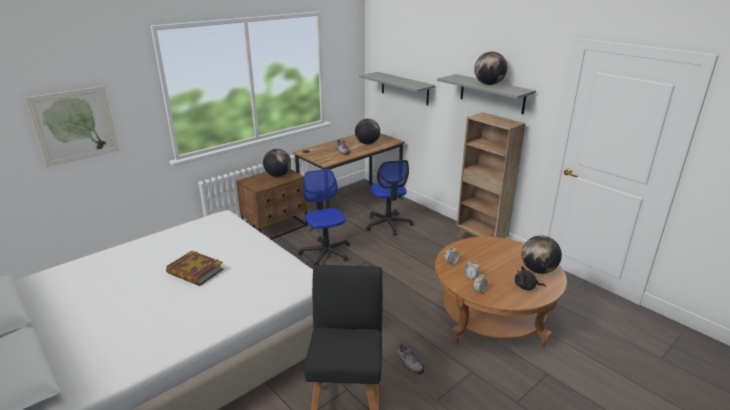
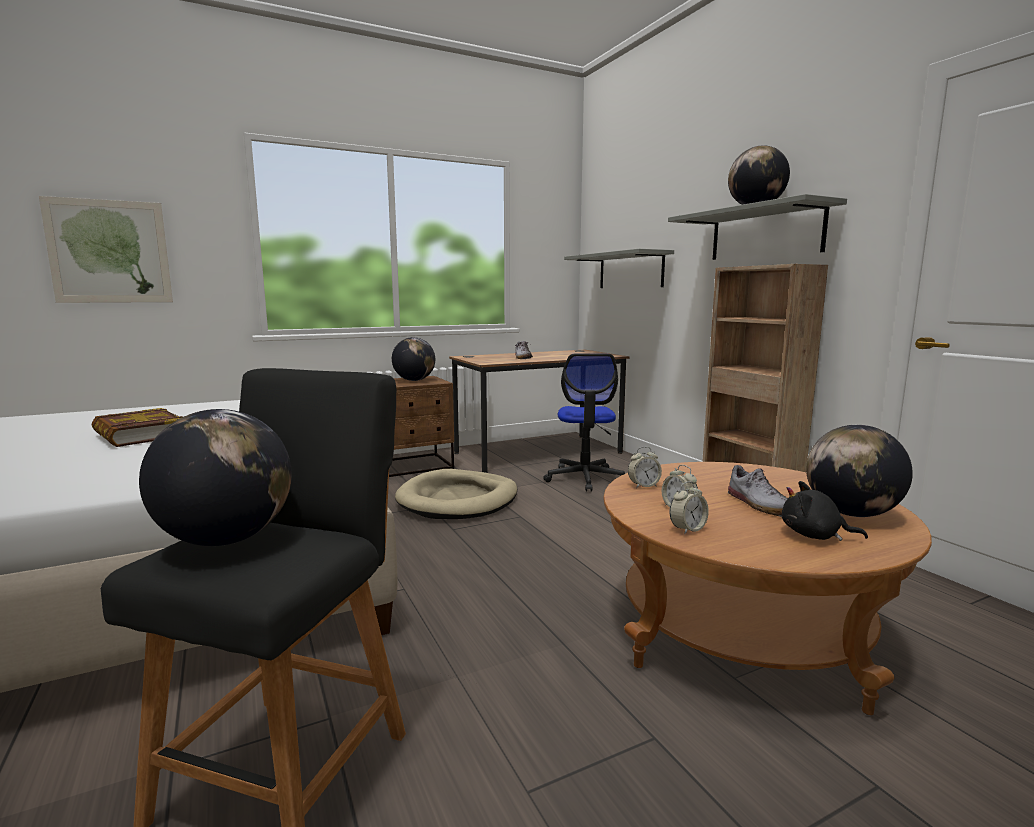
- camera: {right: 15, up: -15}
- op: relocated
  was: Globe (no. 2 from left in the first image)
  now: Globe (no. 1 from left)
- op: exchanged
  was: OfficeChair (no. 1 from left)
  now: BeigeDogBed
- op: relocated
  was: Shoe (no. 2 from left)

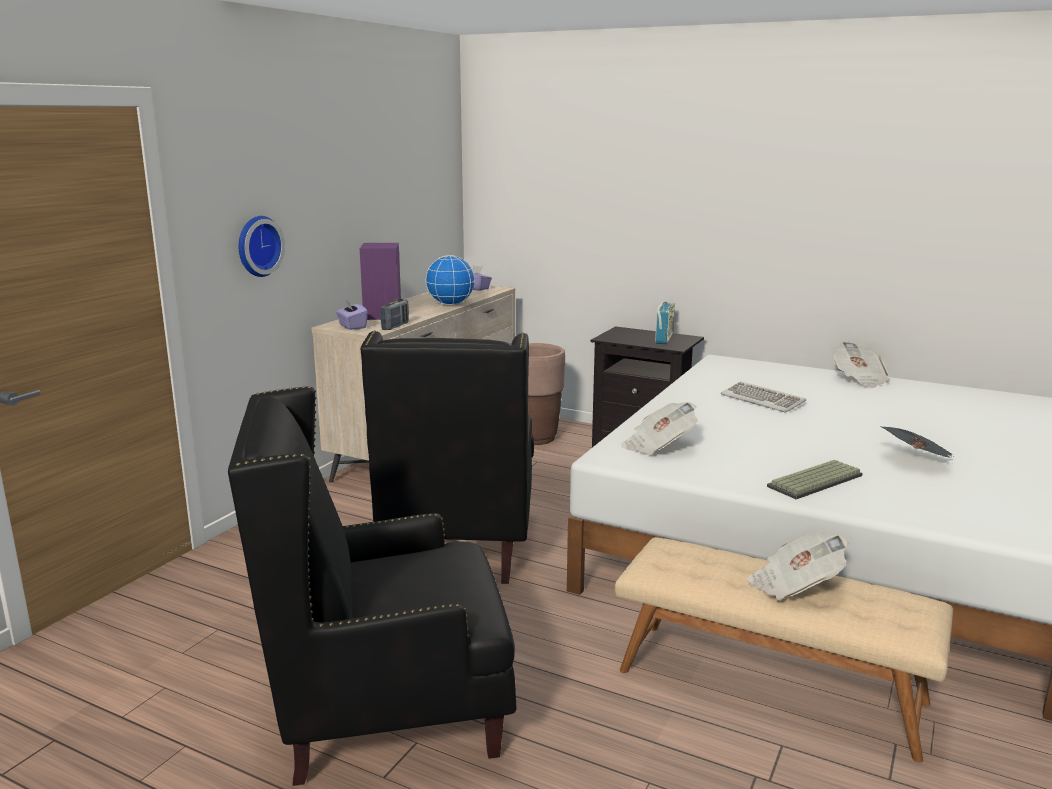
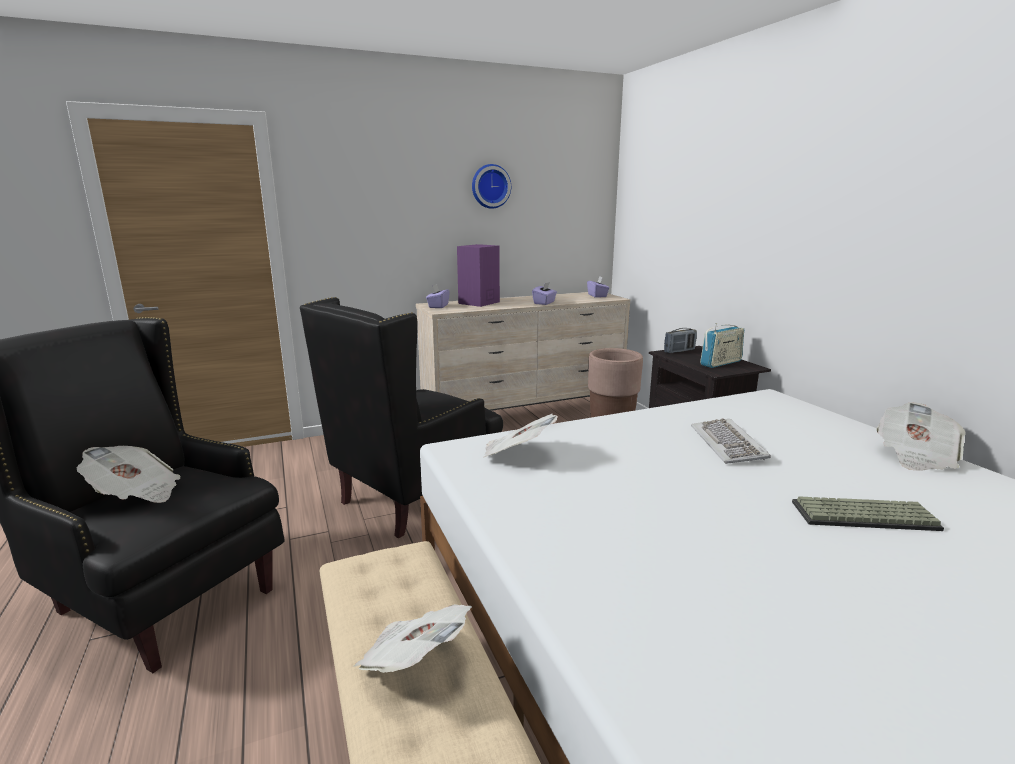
- camera: {right: 40, up: 0}
- op: relocated
  was: WallClock
- op: exchanged
  was: Globe
  now: PurpleTissueBox (no. 2 from left)
- op: relocated
  was: Radio (no. 1 from left)
- op: relocated
  was: Newspaper (no. 4 from left in the first image)
  now: Newspaper (no. 1 from left)
- op: relocated
  was: Keyboard (no. 2 from left)

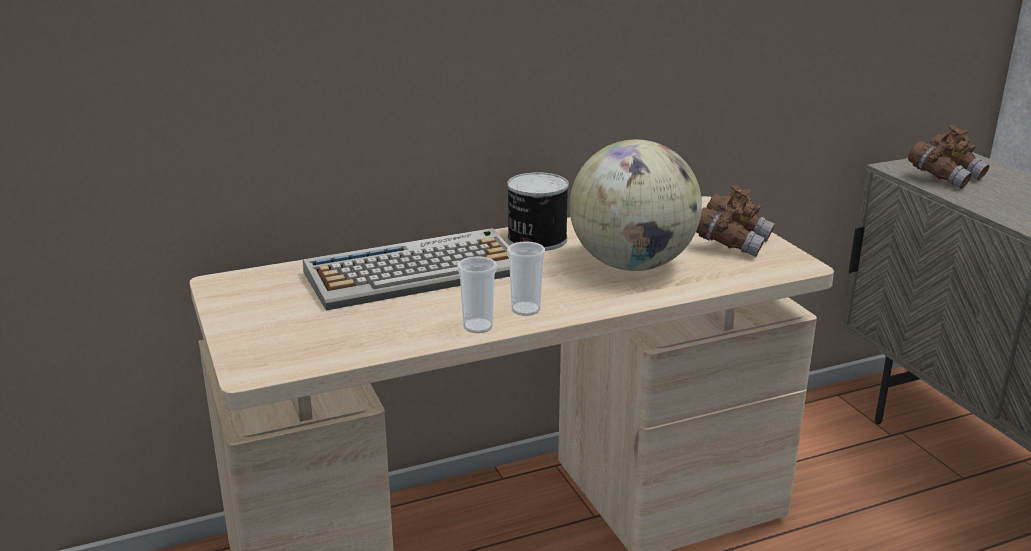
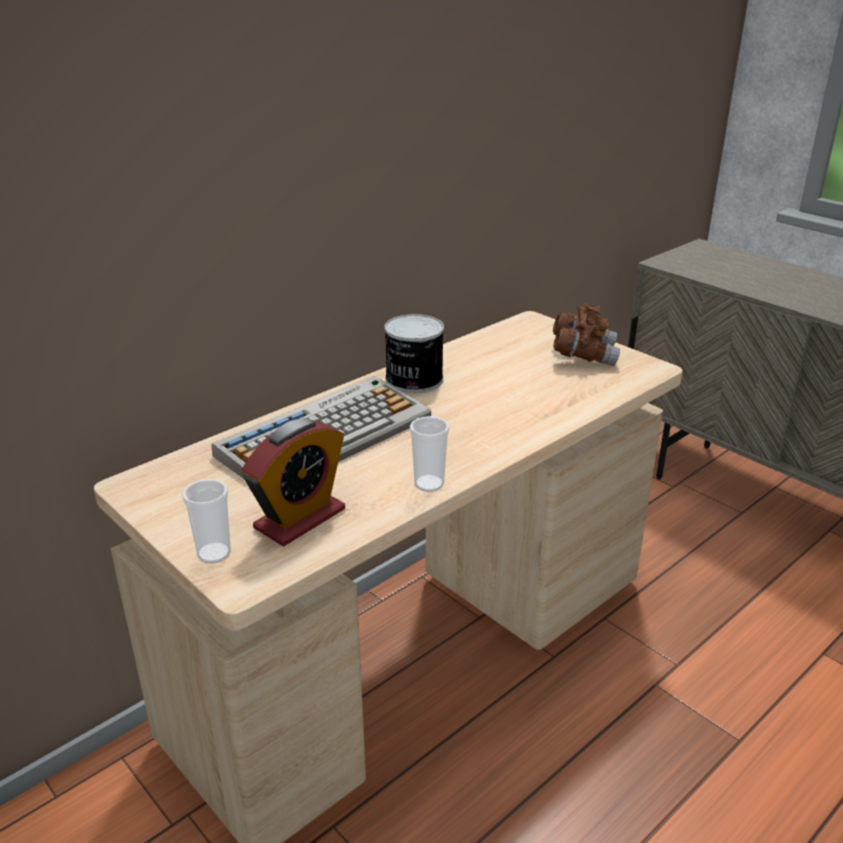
- camera: {right: -20, up: 5}
- op: missing
  was: BrownBinoculars (no. 2 from left)
- op: missing
  was: Globe
- op: relocated
  was: Cup (no. 2 from left in the first image)
  now: Cup (no. 1 from left)
- op: appeared
  now: AlarmClock

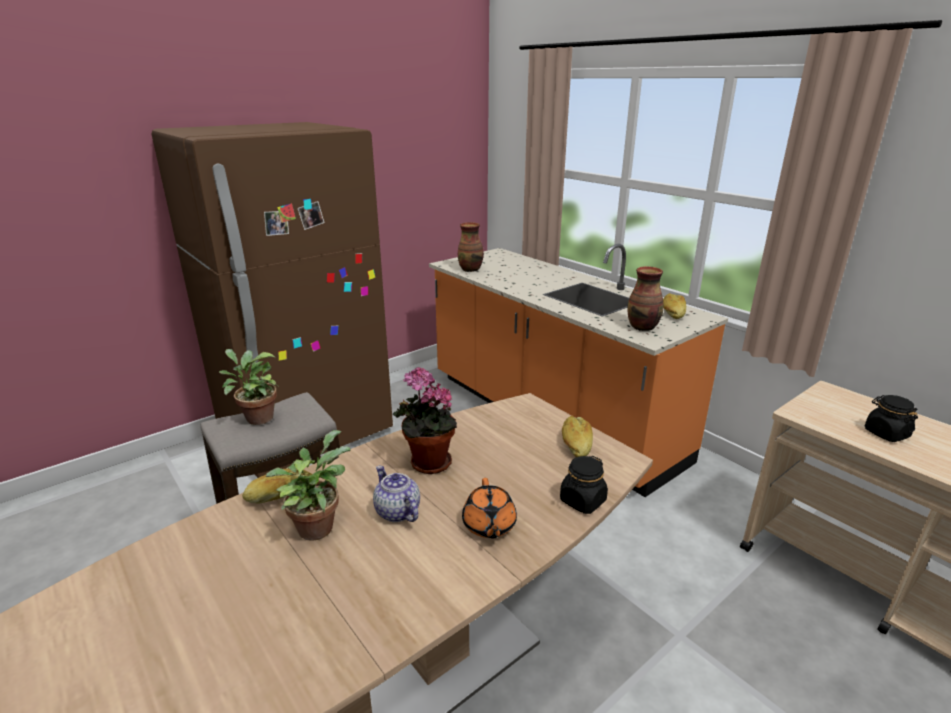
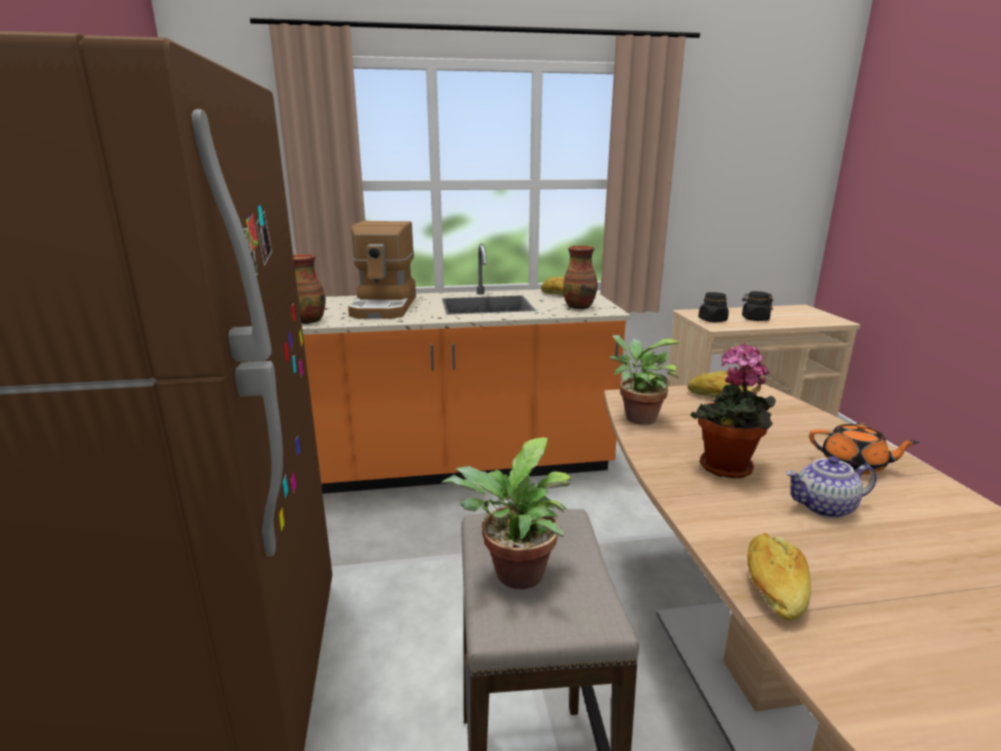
- camera: {right: -60, up: -5}
- op: relocated
  was: PottedPlant (no. 2 from left)
- op: relocated
  was: BlackJar (no. 1 from left)
- op: appeared
  now: CoffeeMachine

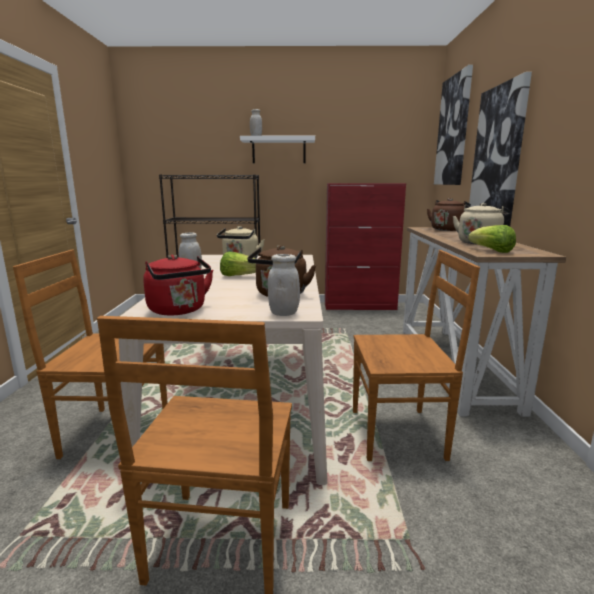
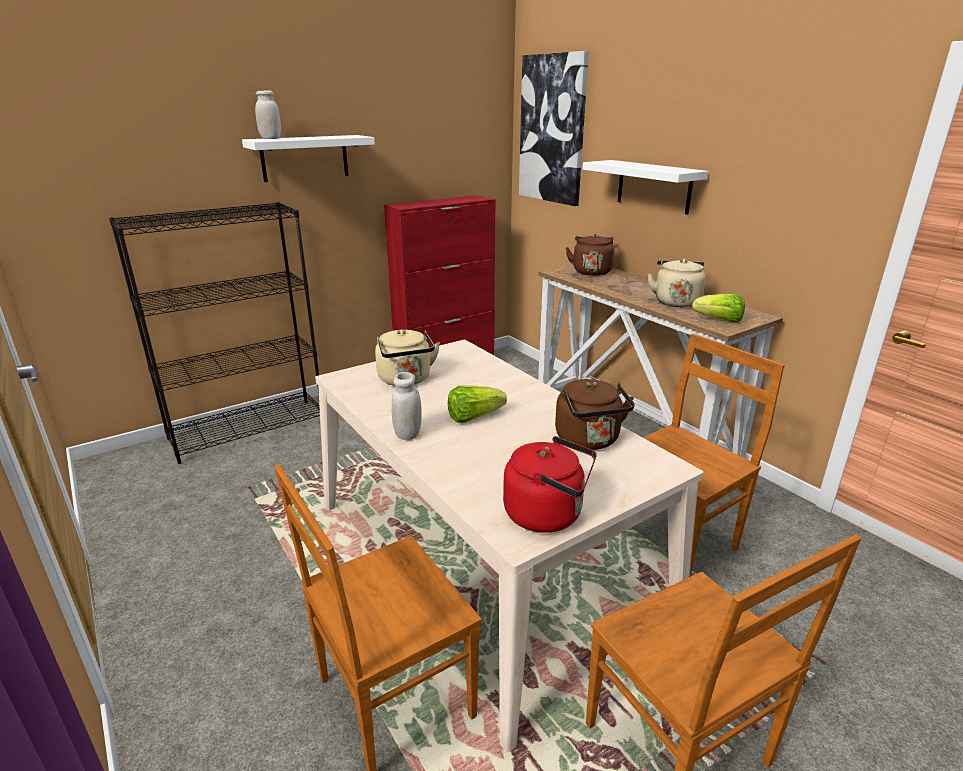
- camera: {right: -35, up: 10}
- op: exchanged
  was: Picture (no. 2 from left)
  now: WhiteShelf (no. 2 from left)
- op: missing
  was: WhiteJar (no. 3 from left)

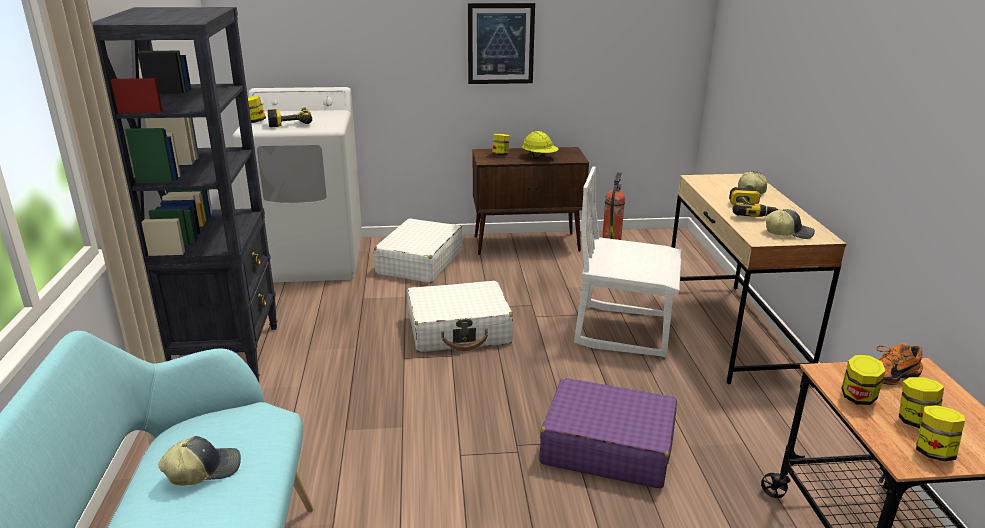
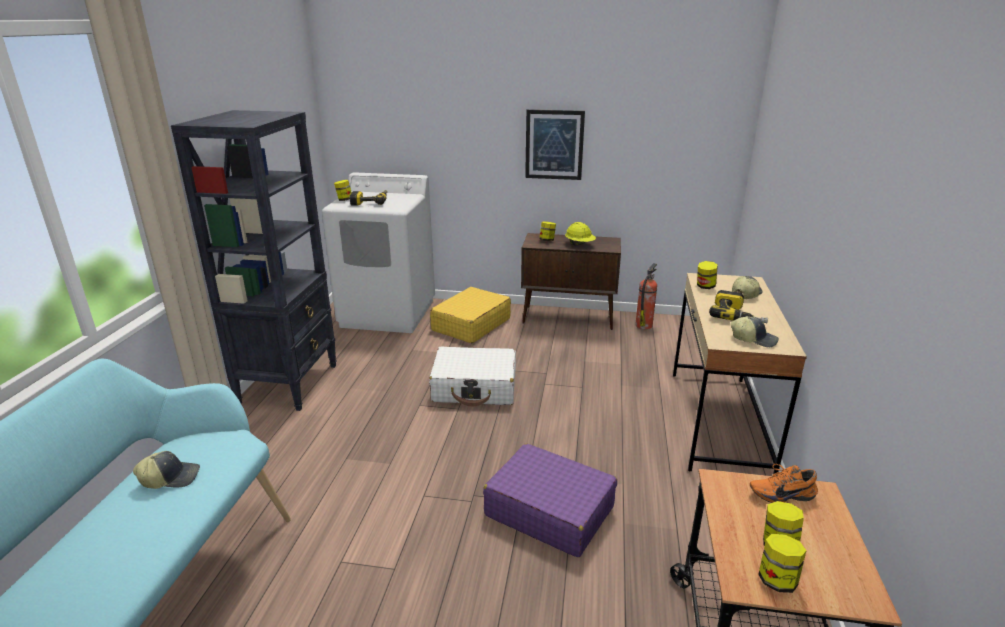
- camera: {right: 15, up: 0}
- op: missing
  was: WhiteChair
- op: colour
  was: WhiteSuitcase (no. 1 from left)
  now: YellowSuitcase
- op: relocated
  was: Jar (no. 3 from left)

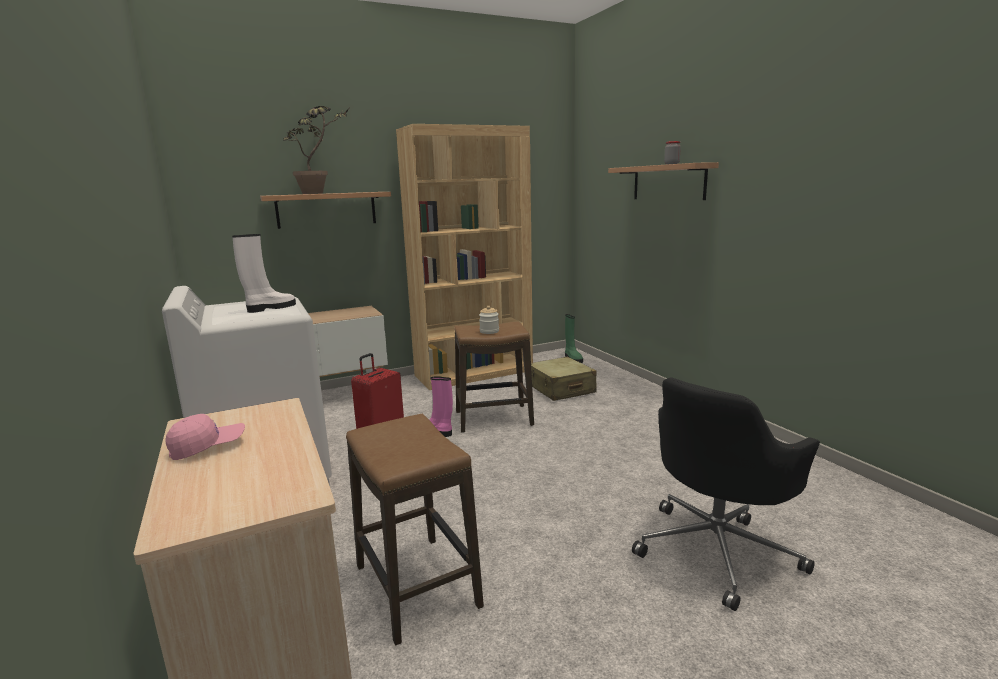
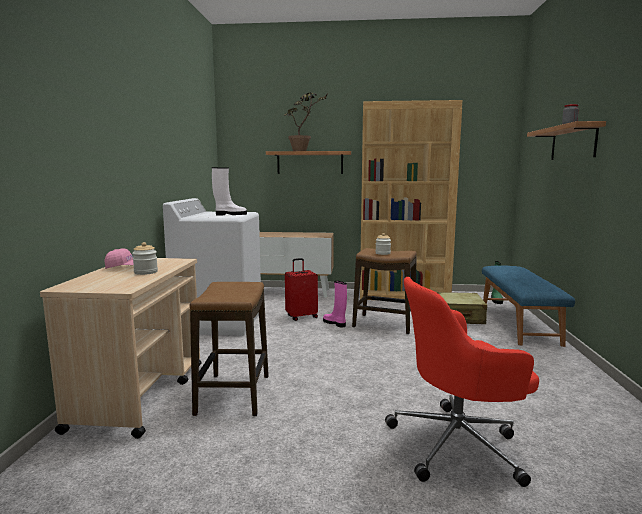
- camera: {right: 30, up: -5}
- op: colour
  was: BlackOfficeChair
  now: RedOfficeChair
- op: appeared
  now: Jar (no. 1 from left)
- op: appeared
  now: BlueBench

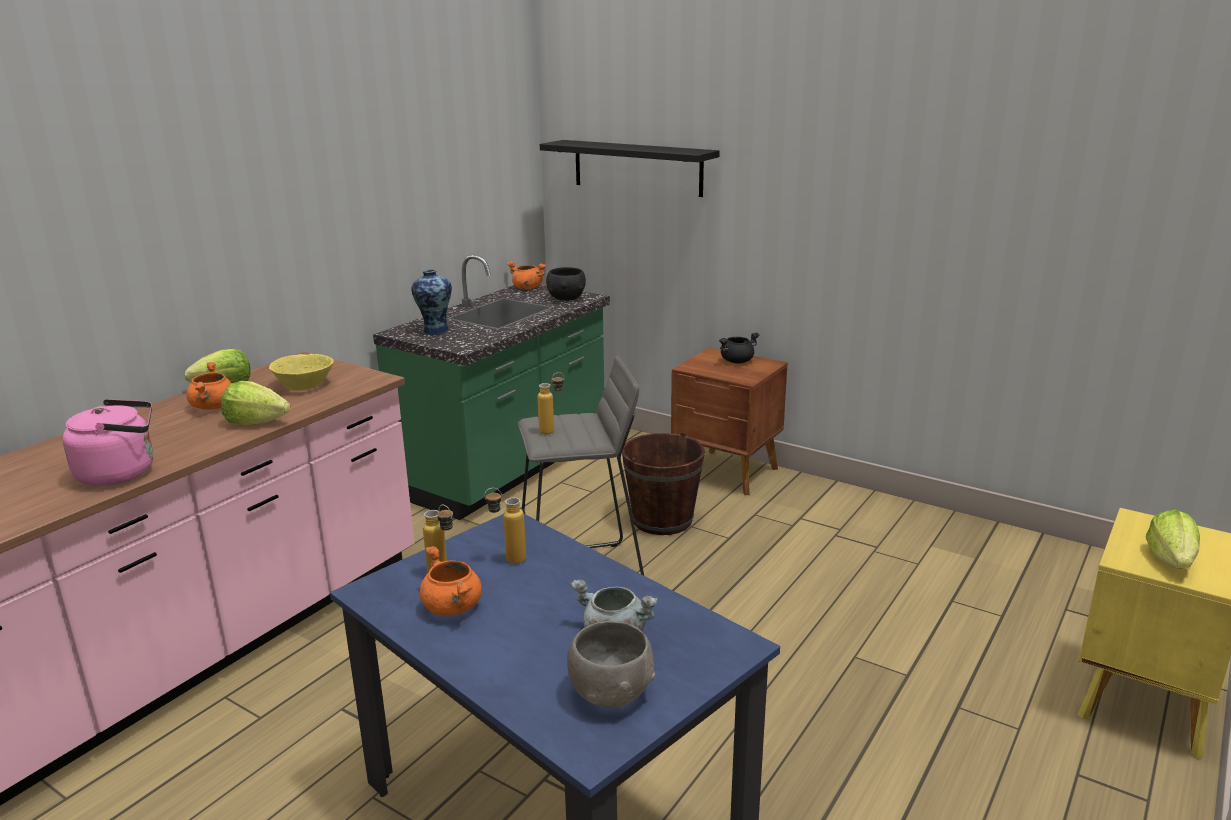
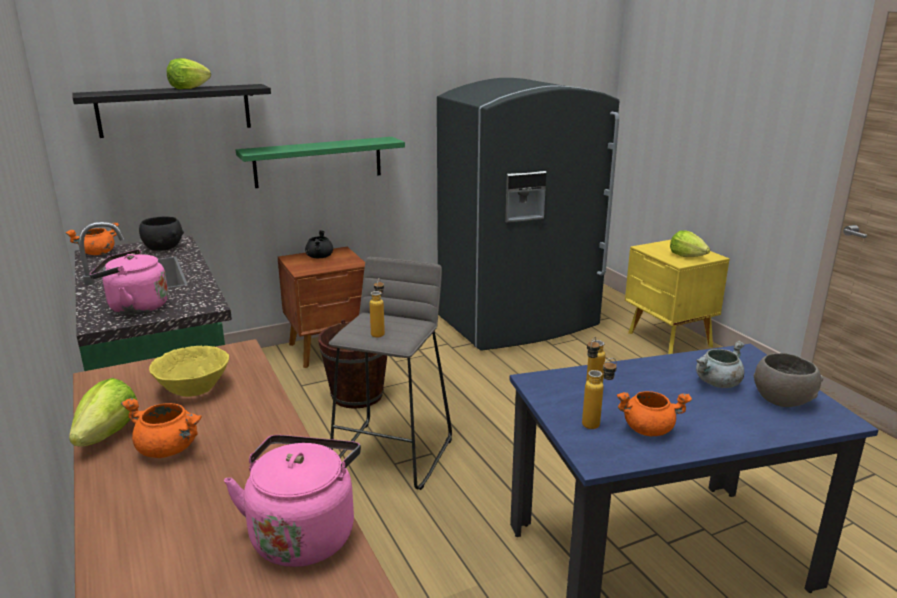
- camera: {right: -60, up: 0}
- op: exchanged
  was: Vase
  now: PinkKettle (no. 1 from left)
- op: relocated
  was: Lettuce (no. 2 from left)
- op: appeared
  now: GreyFridge
- op: appeared
  now: GreenShelf

